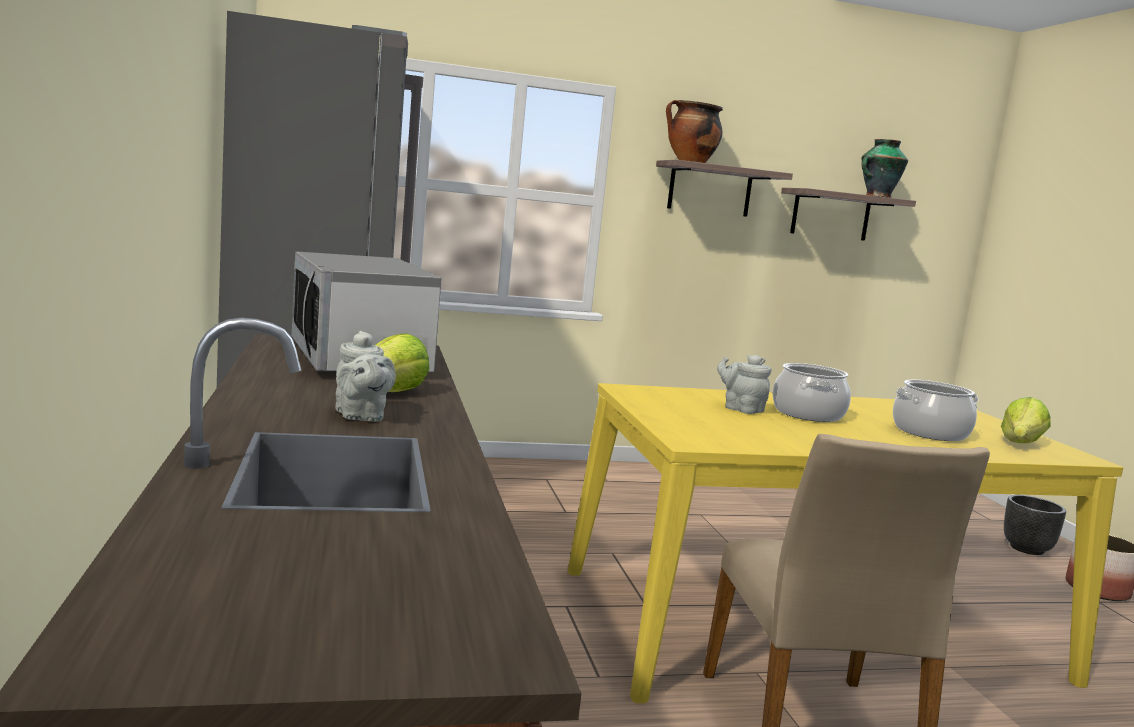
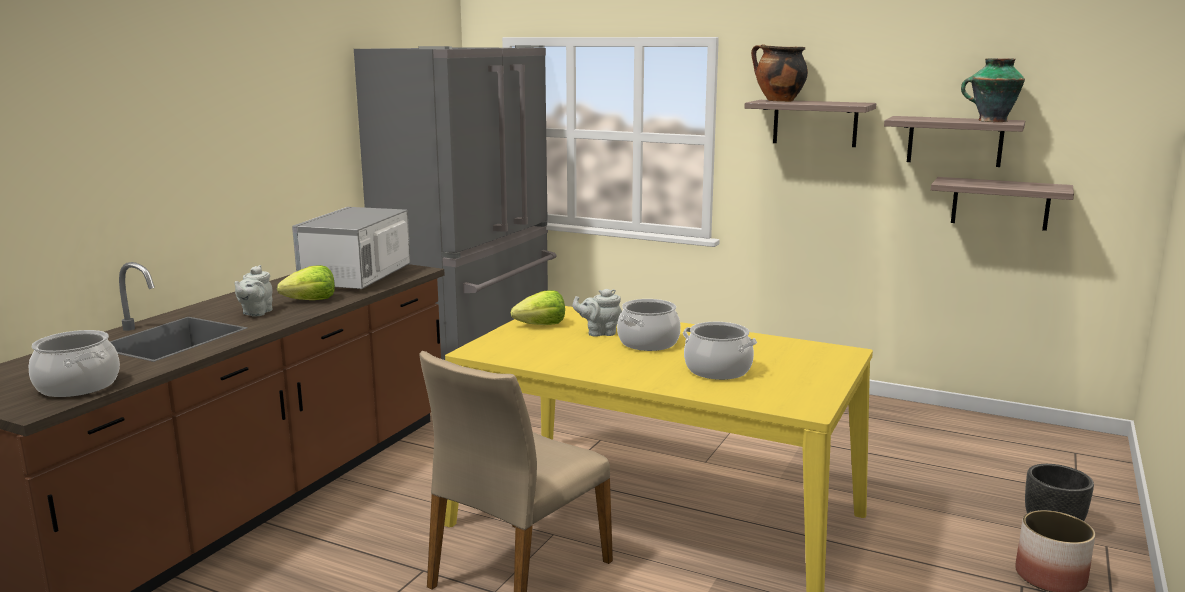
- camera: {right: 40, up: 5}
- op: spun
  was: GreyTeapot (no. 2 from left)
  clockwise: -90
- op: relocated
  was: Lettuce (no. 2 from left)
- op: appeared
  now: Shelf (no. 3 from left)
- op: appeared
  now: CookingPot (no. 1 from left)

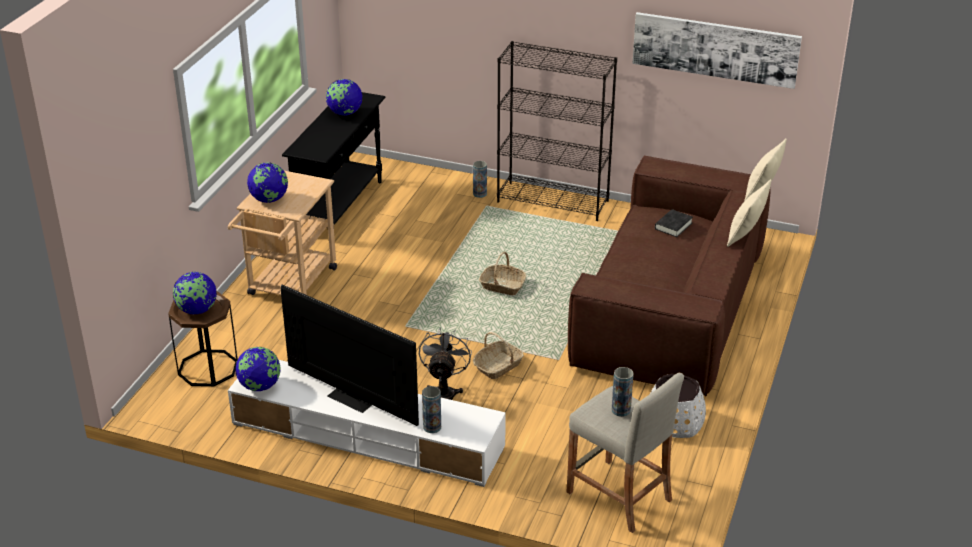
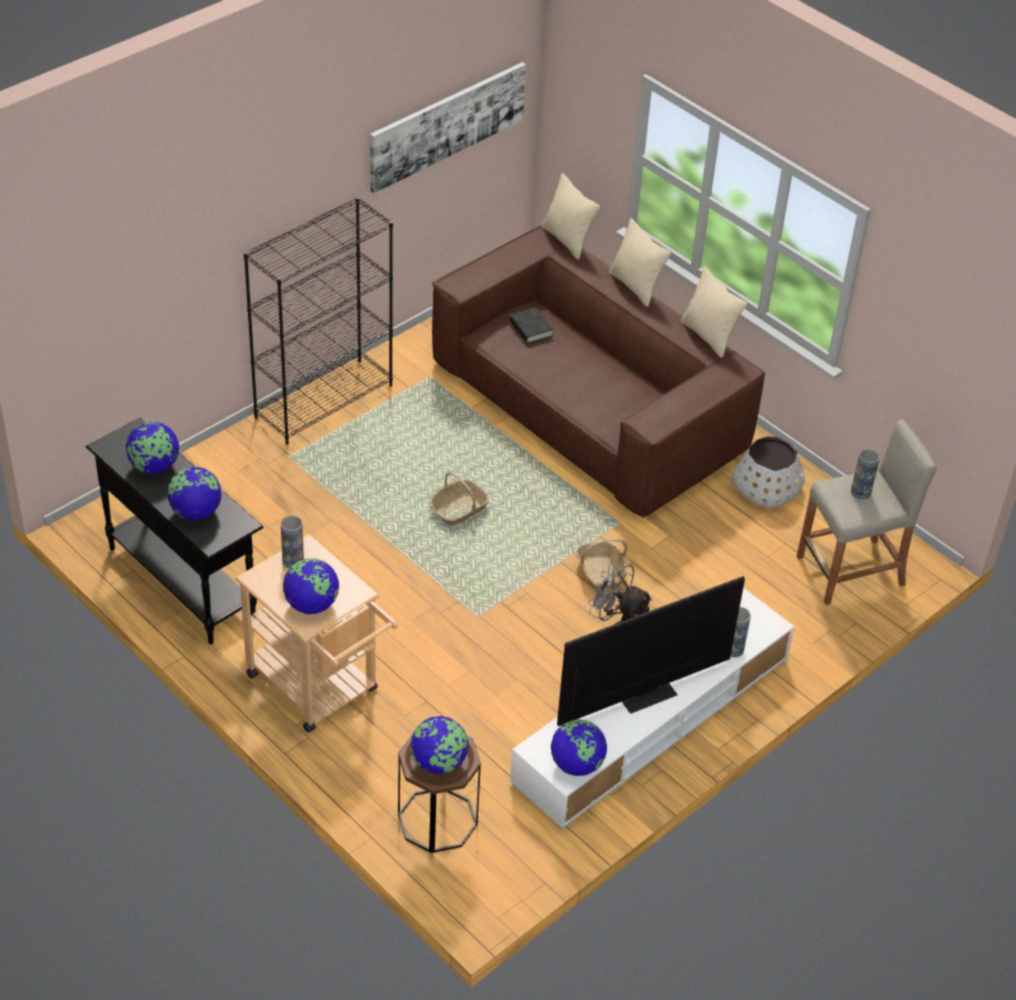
- camera: {right: -65, up: 10}
- op: relocated
  was: Vase (no. 2 from left in the first image)
  now: Vase (no. 1 from left)
- op: appeared
  now: BeigePillow (no. 3 from left)
- op: appeared
  now: Globe (no. 2 from left)

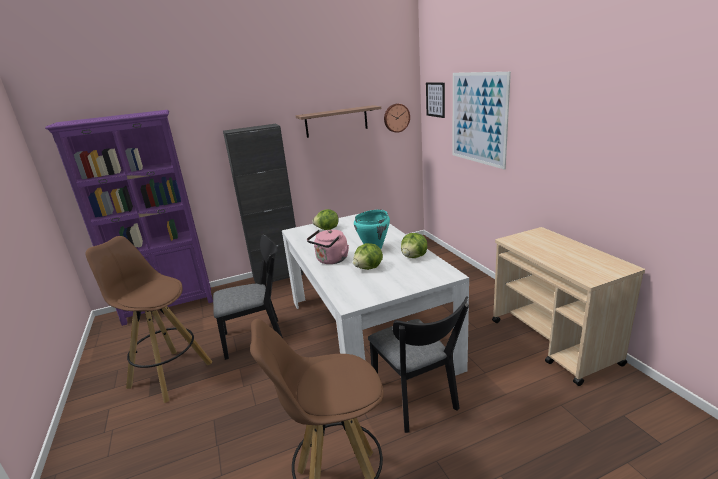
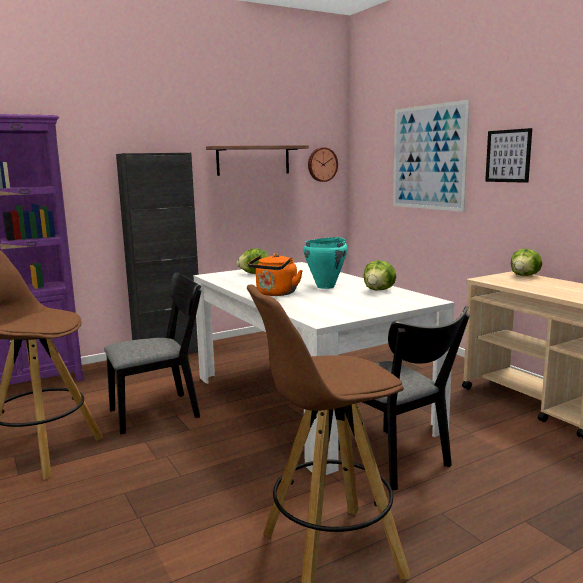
- camera: {right: -10, up: -10}
- op: relocated
  was: Picture (no. 1 from left in the first image)
  now: Picture (no. 2 from left)
- op: colour
  was: PinkKettle
  now: OrangeKettle
- op: relocated
  was: Lettuce (no. 2 from left in the first image)
  now: Lettuce (no. 3 from left)

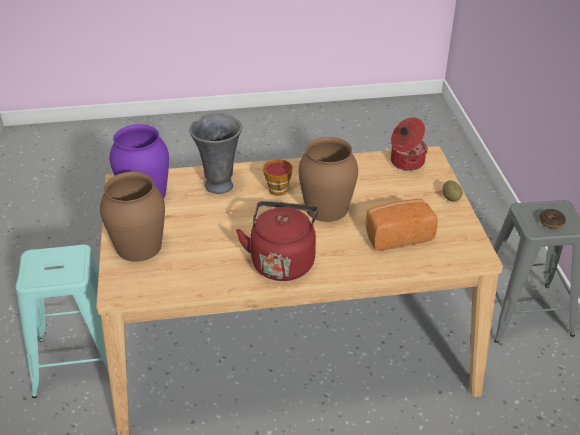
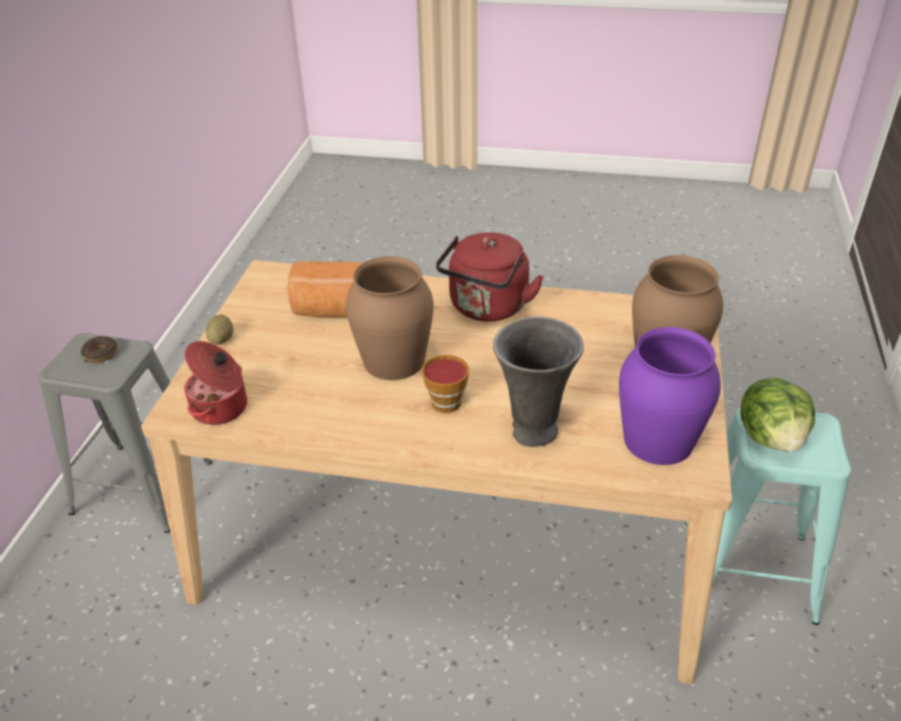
- camera: {right: -160, up: 0}
- op: appeared
  now: Lettuce

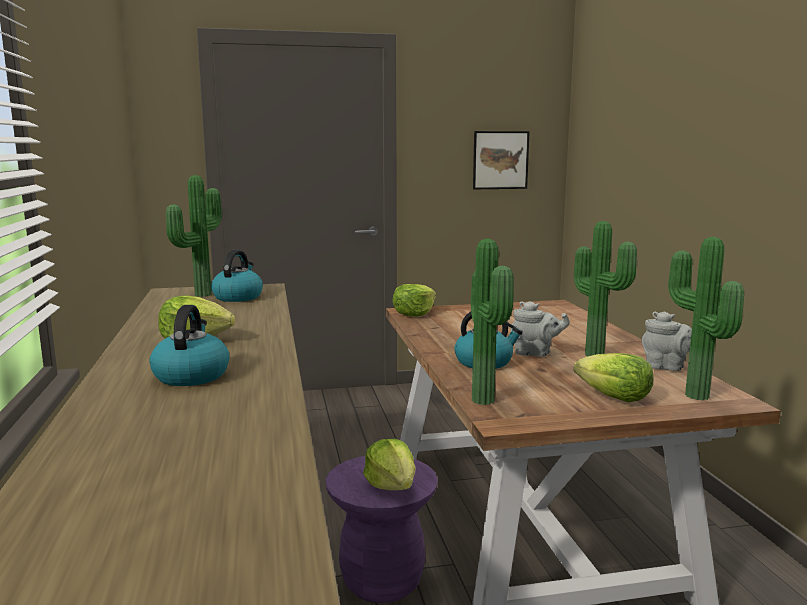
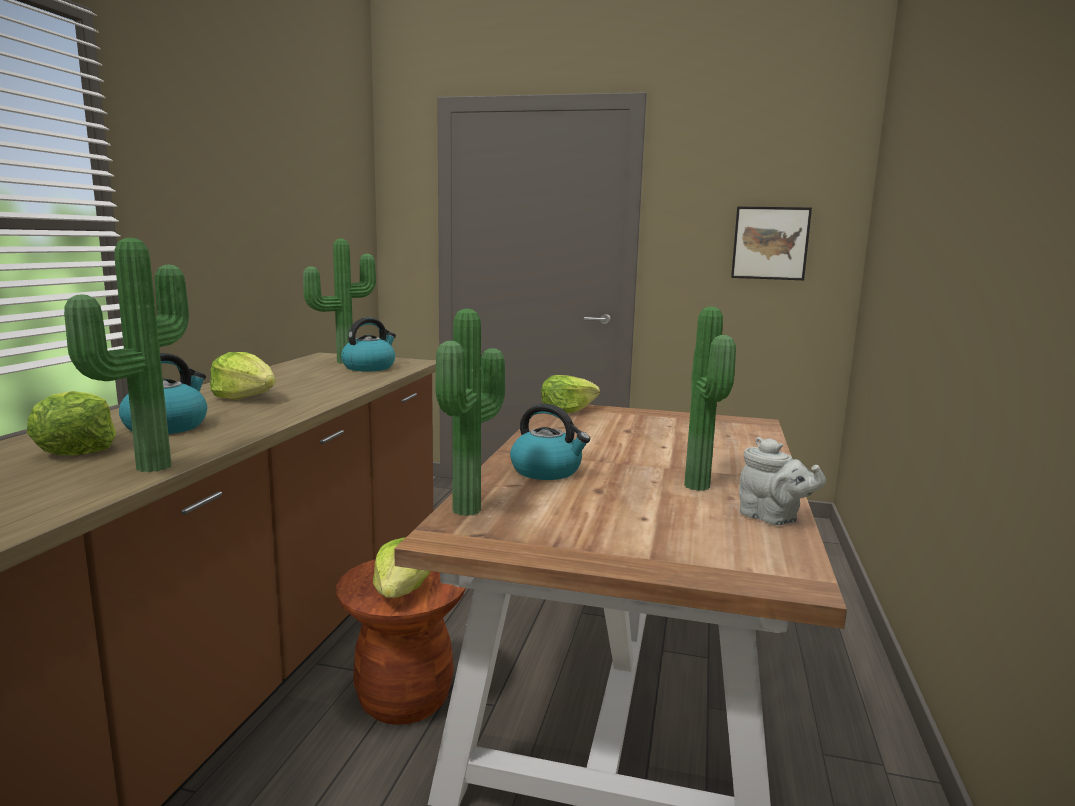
- camera: {right: 25, up: 0}
- op: relocated
  was: PottedPlant (no. 4 from left in the first image)
  now: PottedPlant (no. 1 from left)
- op: missing
  was: GreyTeapot (no. 1 from left)
- op: relocated
  was: Lettuce (no. 4 from left in the first image)
  now: Lettuce (no. 1 from left)
- op: colour
  was: PurpleStool
  now: BrownStool

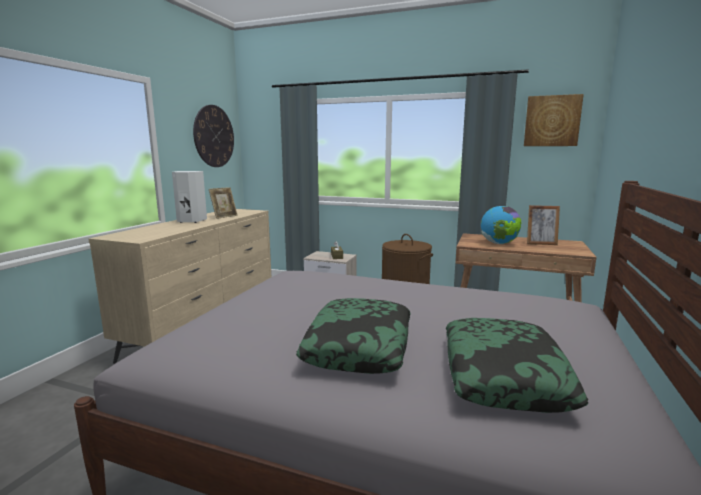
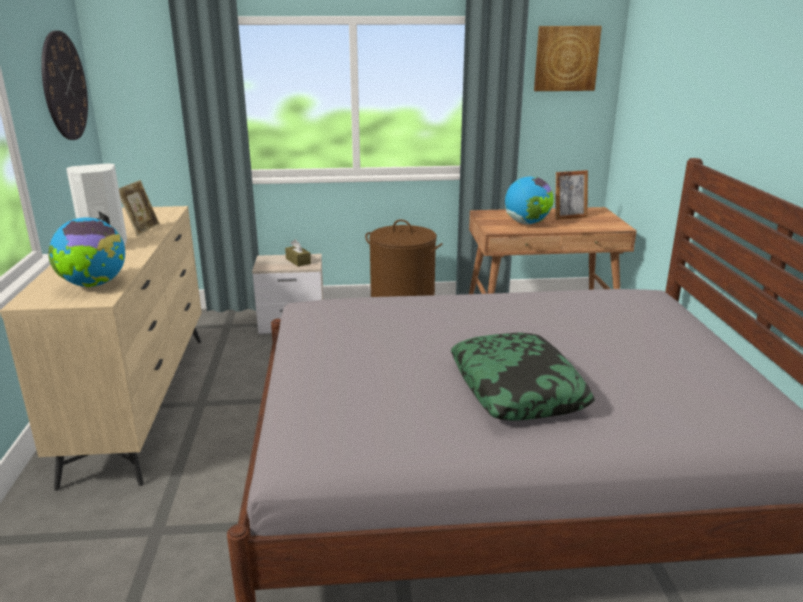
- camera: {right: -25, up: 10}
- op: missing
  was: Pillow (no. 2 from left)
- op: appeared
  now: Globe (no. 1 from left)

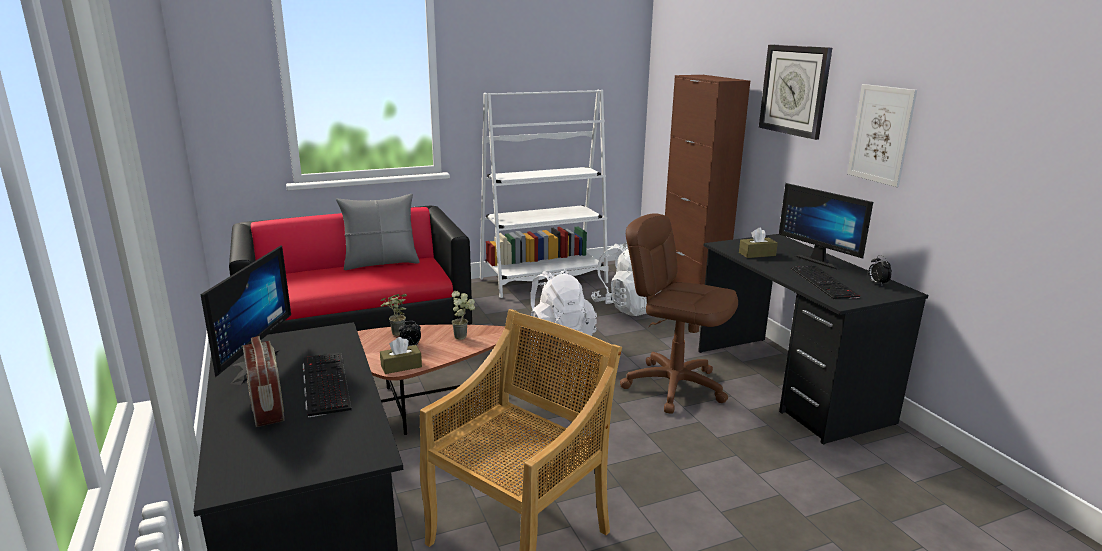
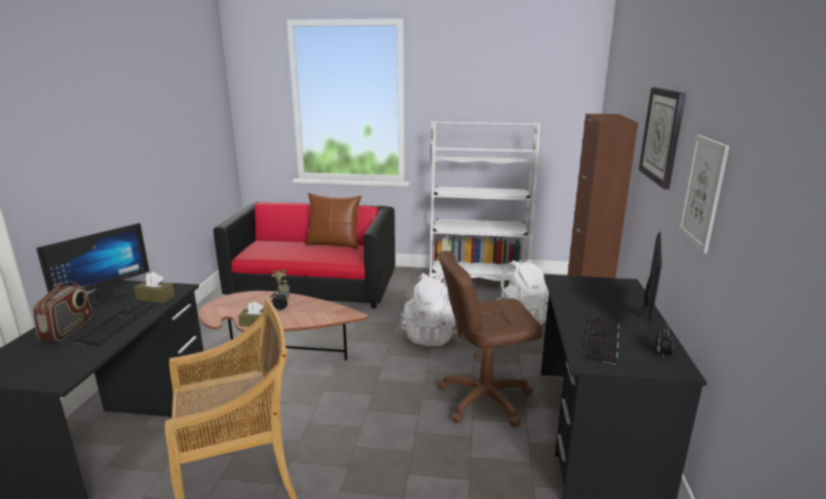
- camera: {right: 30, up: 0}
- op: spun
  was: Monitor (no. 2 from left)
  clockwise: -150
- op: colour
  was: GreyPillow
  now: BrownPillow
- op: spun
  was: BrownOfficeChair
  clockwise: -75
- op: relocated
  was: BrownTissueBox (no. 2 from left in the first image)
  now: BrownTissueBox (no. 1 from left)
- op: missing
  was: PottedPlant (no. 2 from left)

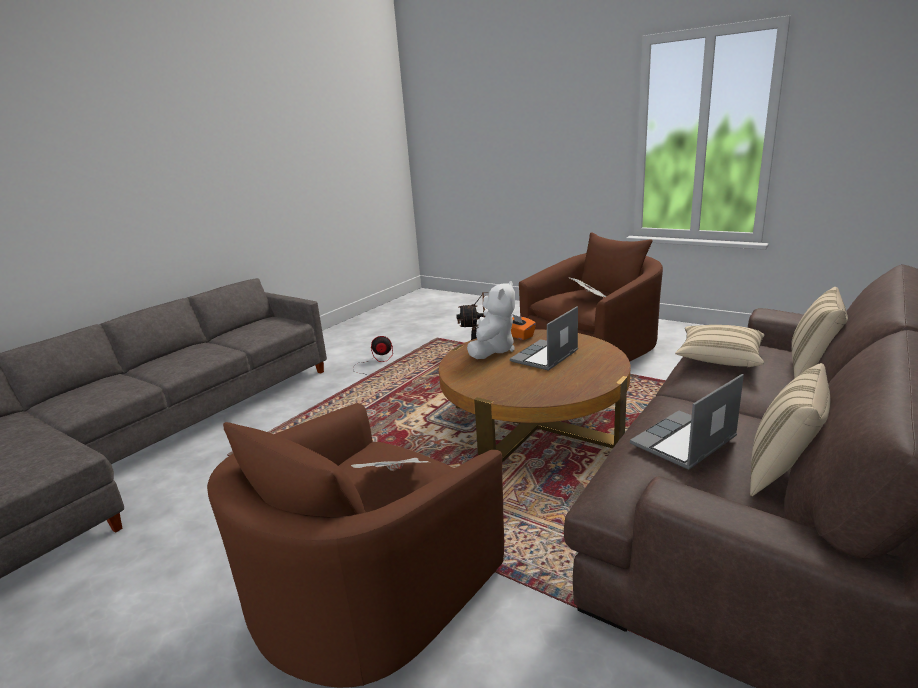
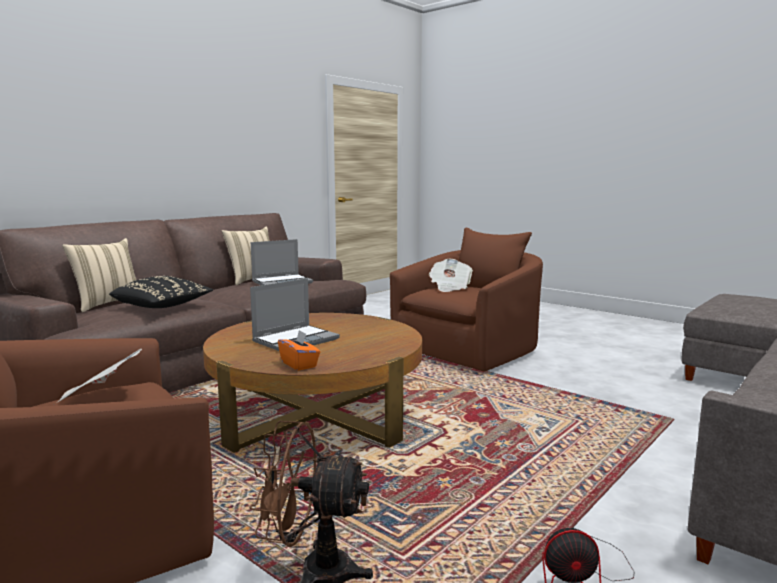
- camera: {right: -175, up: -10}
- op: missing
  was: WhitePlushToy
- op: colour
  was: BeigePillow (no. 1 from left)
  now: BlackPillow

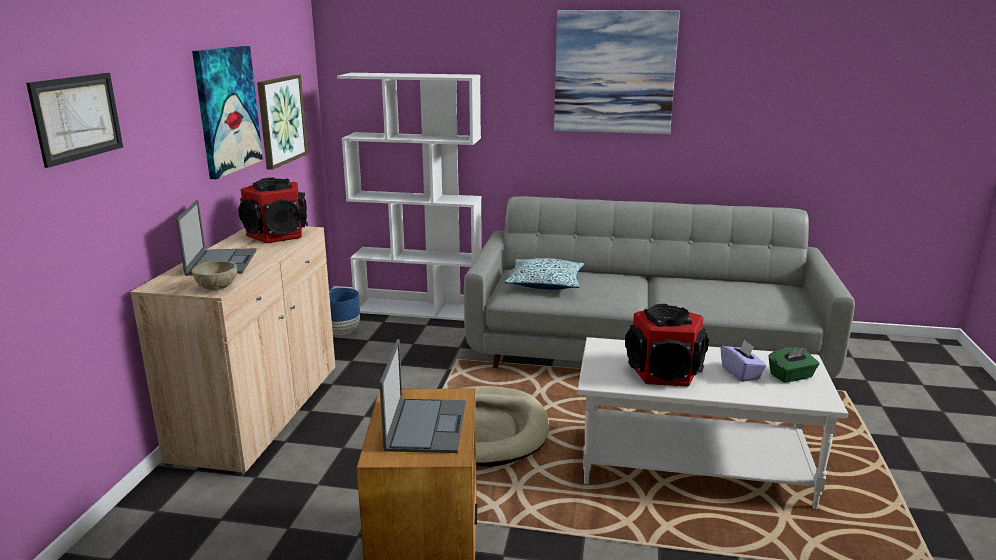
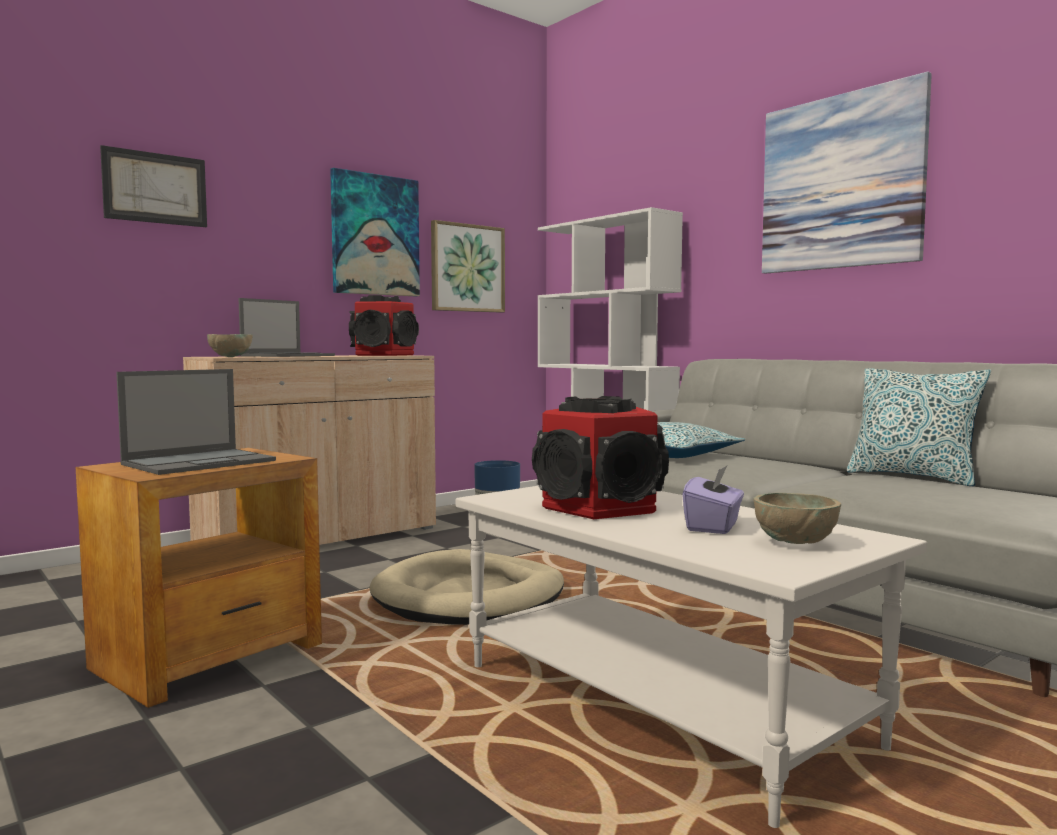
- camera: {right: 40, up: -15}
- op: exchanged
  was: GreenTissueBox
  now: BeigeBowl (no. 2 from left)
- op: appeared
  now: Pillow (no. 2 from left)

